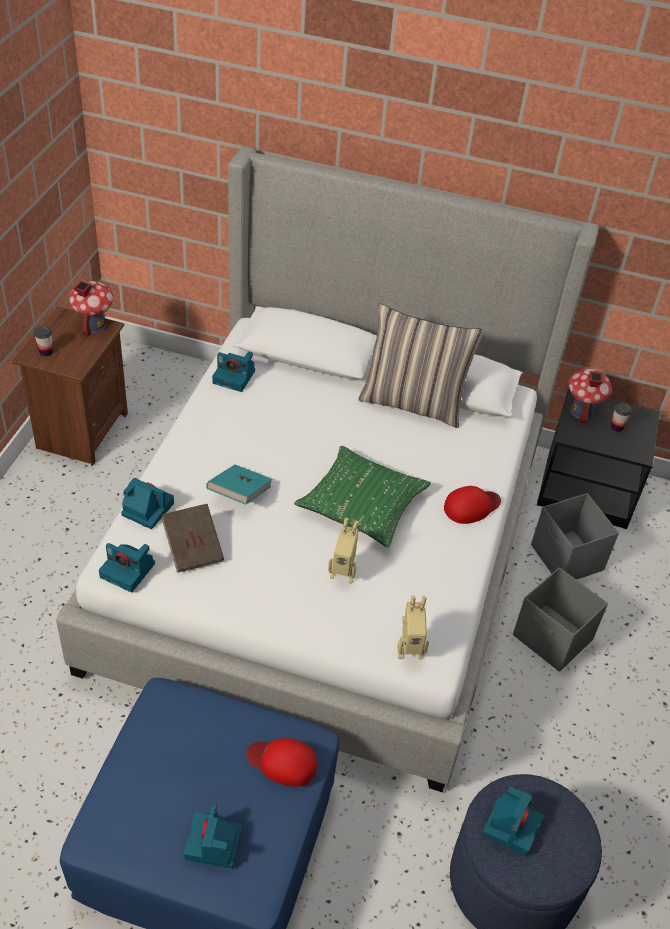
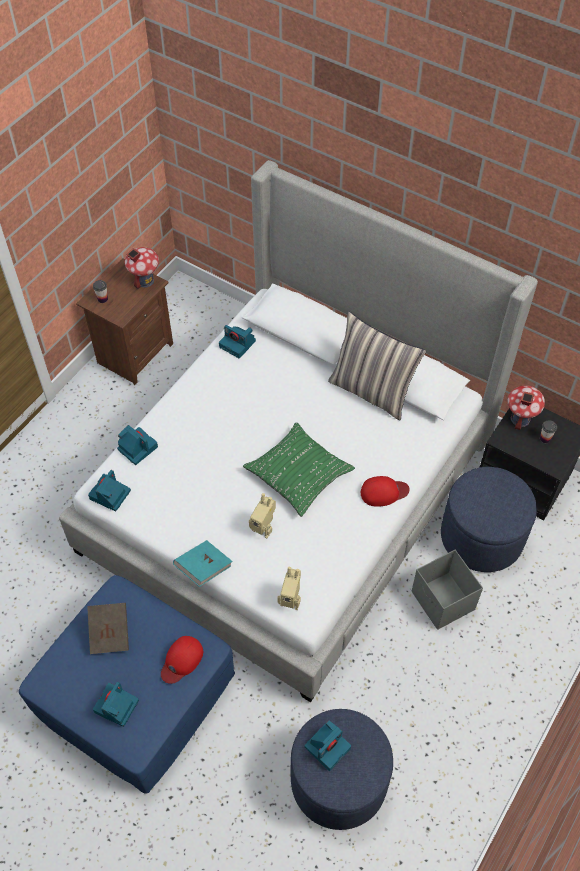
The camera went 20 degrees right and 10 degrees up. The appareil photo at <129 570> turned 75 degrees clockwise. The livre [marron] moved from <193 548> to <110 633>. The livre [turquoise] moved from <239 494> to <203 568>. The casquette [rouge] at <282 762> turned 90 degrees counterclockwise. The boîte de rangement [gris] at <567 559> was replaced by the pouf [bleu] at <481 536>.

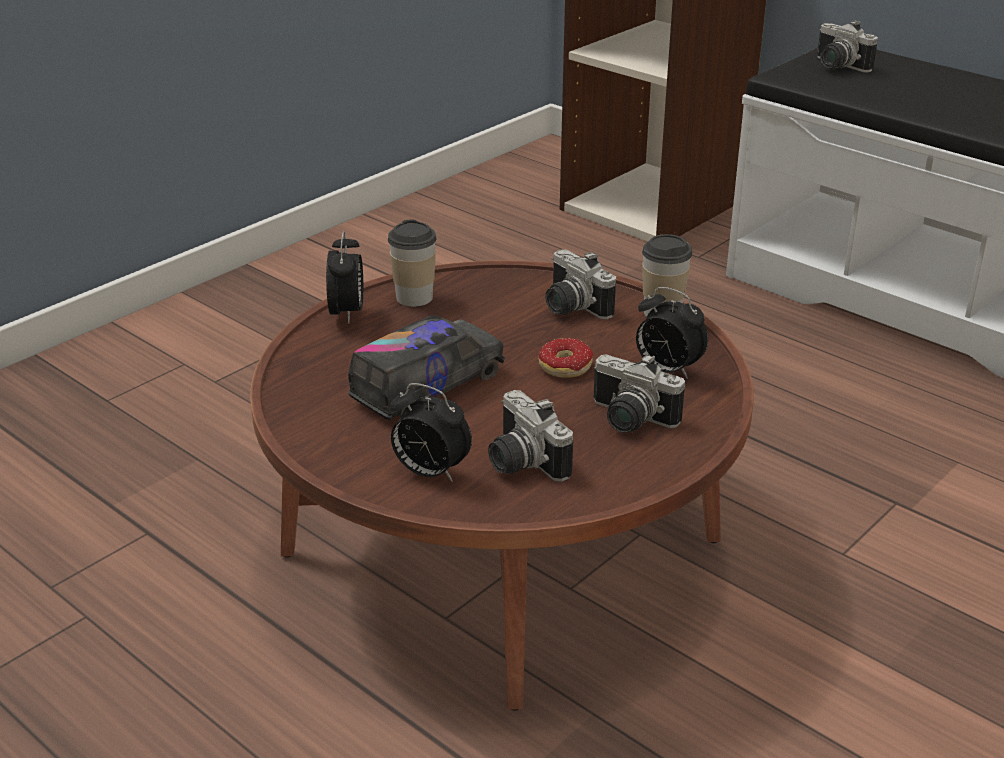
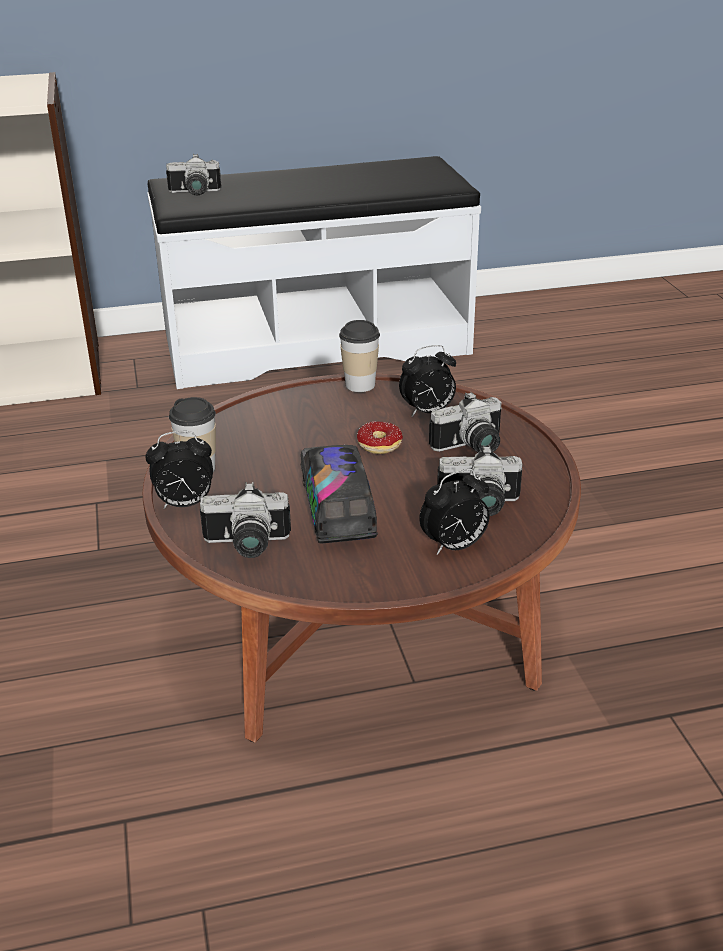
The camera went 55 degrees left and 0 degrees up. The réveil at <347 313> turned 135 degrees clockwise. The appareil photo moved from <570 307> to <246 546>.

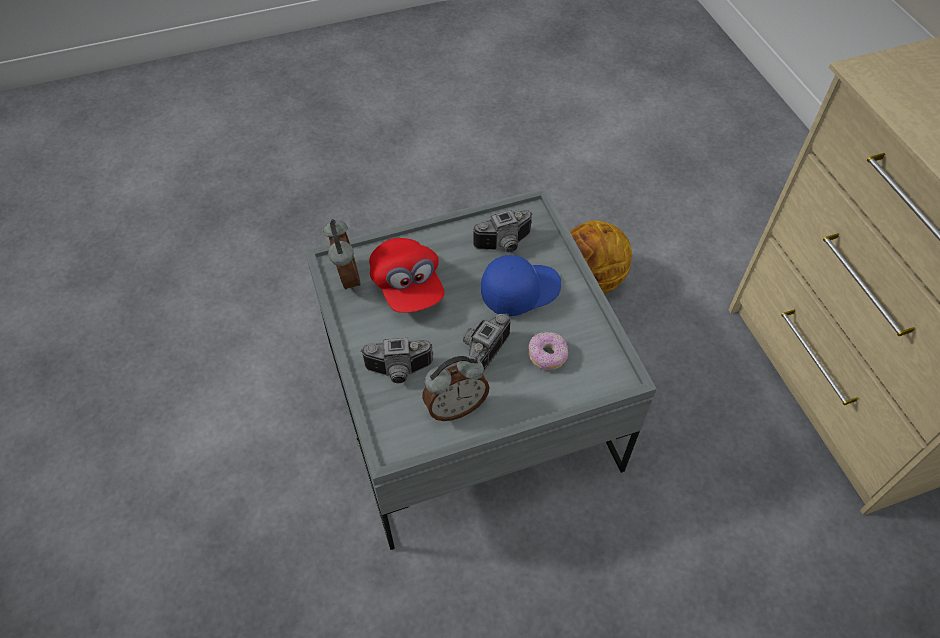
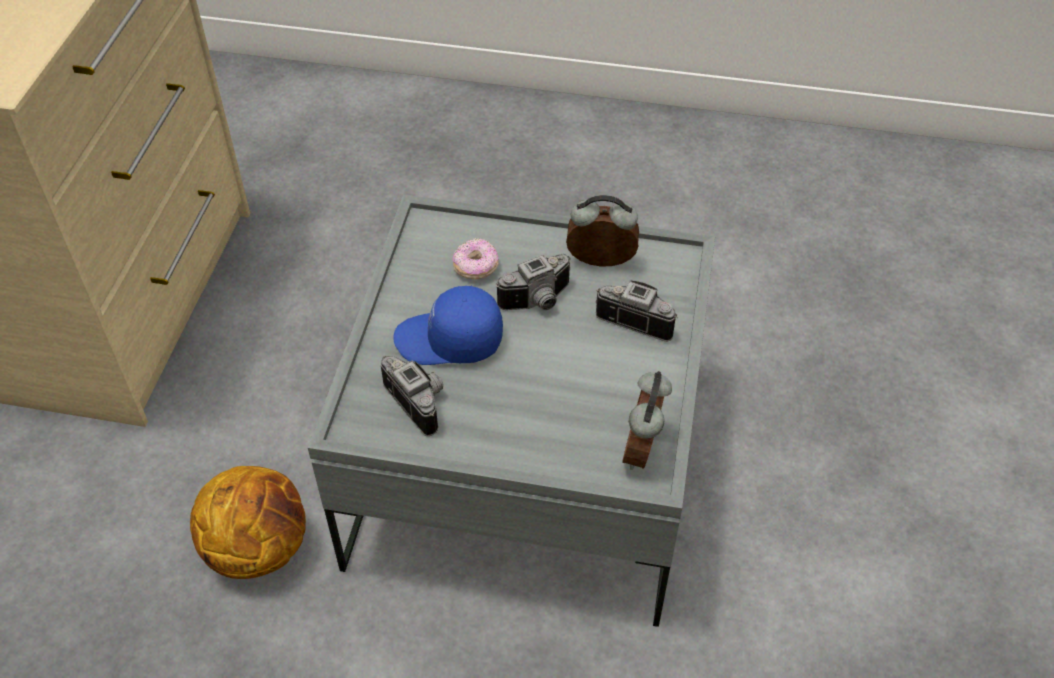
The camera went 150 degrees left and 5 degrees down. The casquette [rouge] at <407 287> disappeared. The appareil photo at <505 245> turned 45 degrees clockwise.

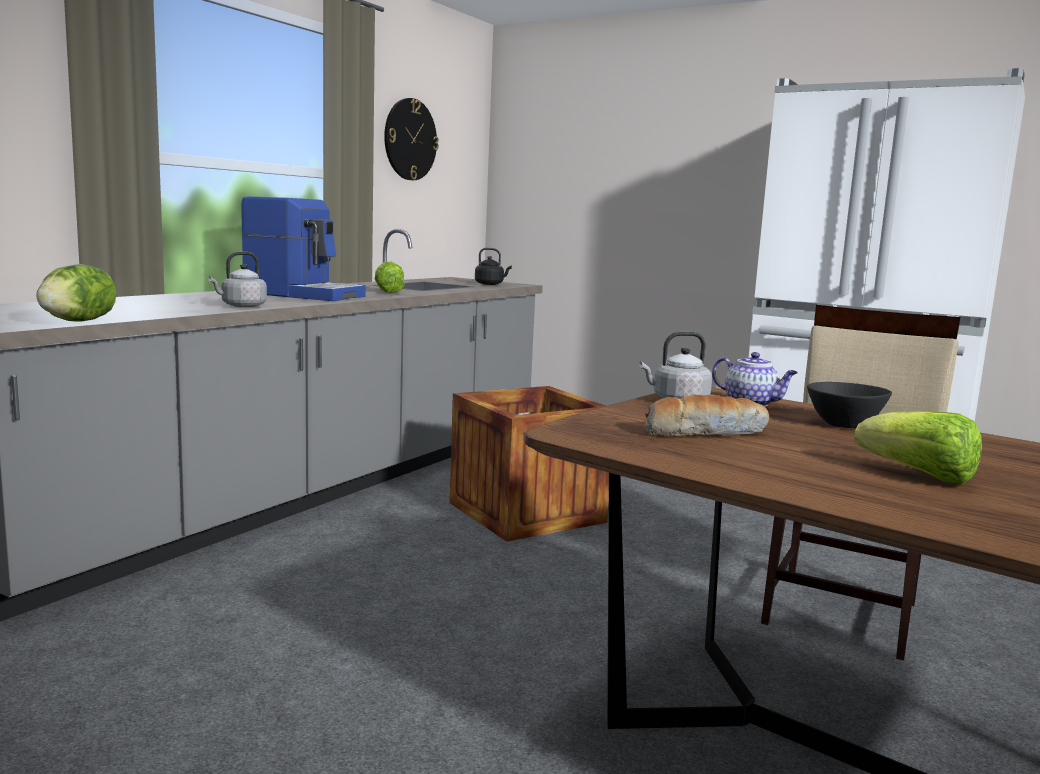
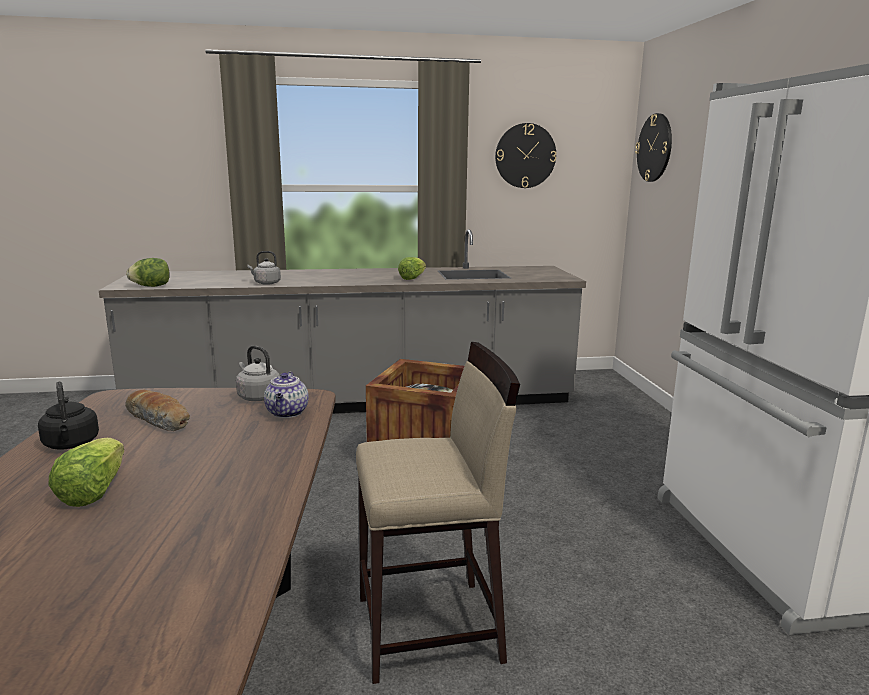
The camera went 50 degrees right and 5 degrees up. The machine à café at <304 294> disappeared. The bouilloire [noir] moved from <490 284> to <71 444>. The bol [noir] at <843 424> disappeared. The horloge murale at <654 148> appeared.

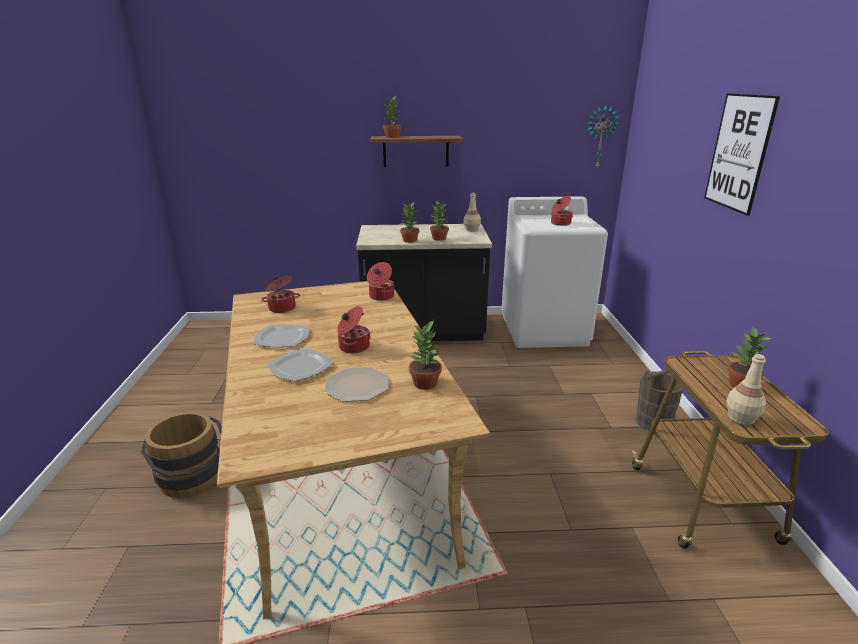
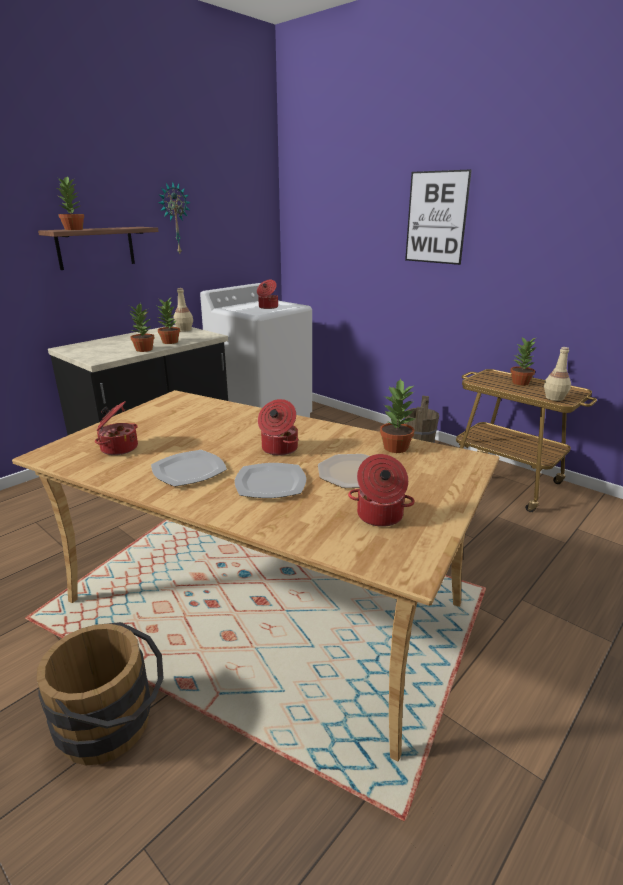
The camera went 45 degrees left and 0 degrees up. The marmite moved from <381 296> to <379 516>. The horloge murale moved from <600 137> to <174 219>.

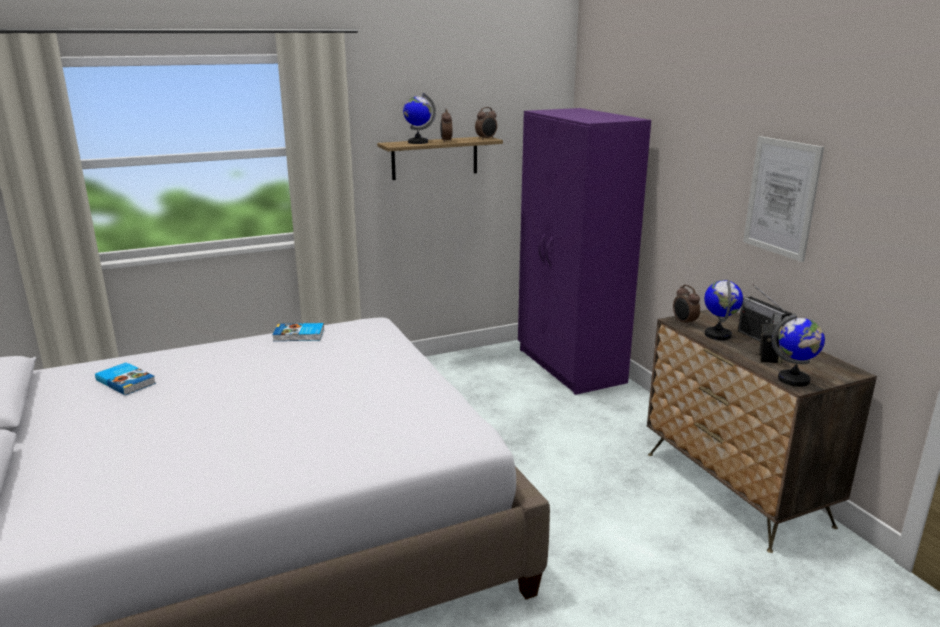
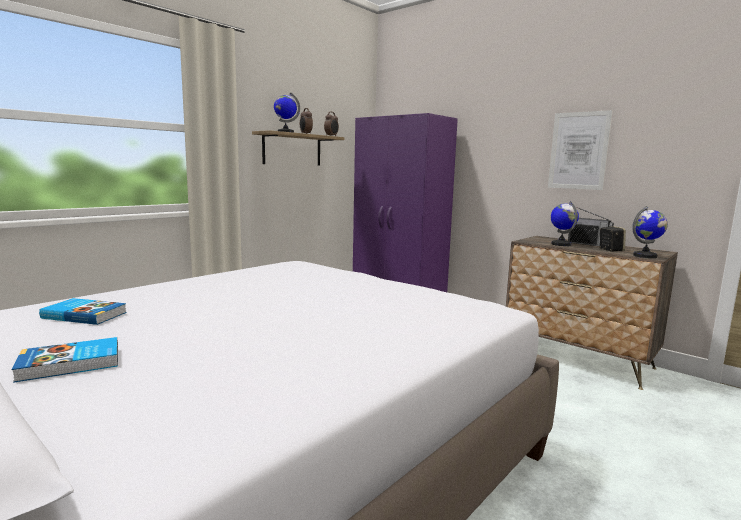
The camera went 25 degrees left and 10 degrees down. The livre moved from <299 335> to <71 364>. The réveil at <684 323> disappeared.

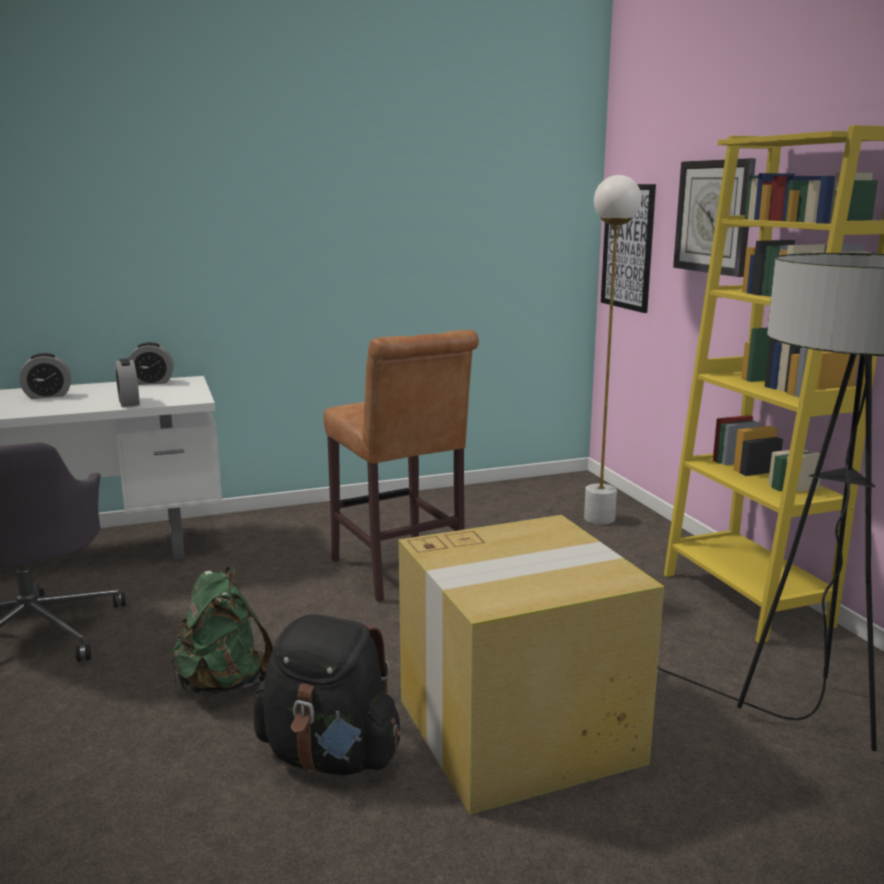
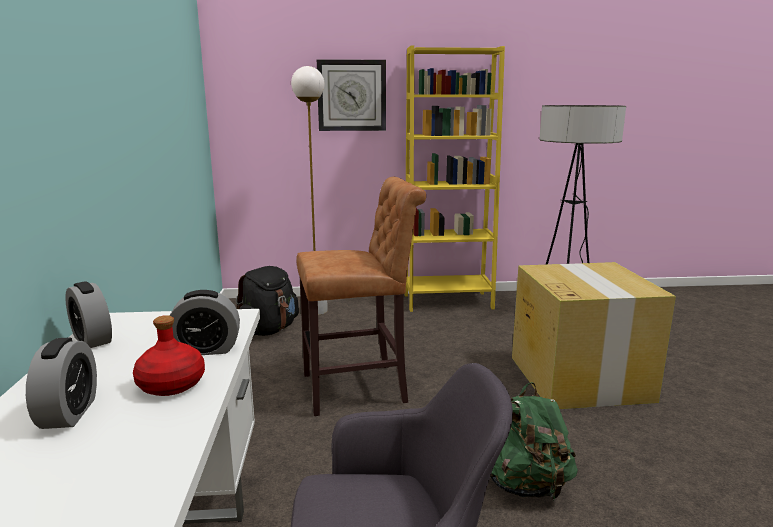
The camera went 75 degrees left and 0 degrees up. The réveil at <152 382> turned 135 degrees clockwise. The sac à dos [noir] moved from <330 756> to <269 330>. The tableau at <628 247> disappeared. The bouteille [rouge] at <172 384> appeared.

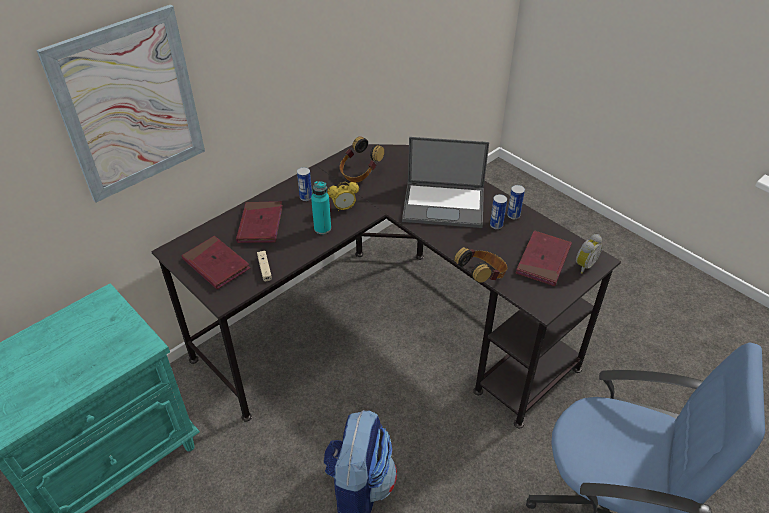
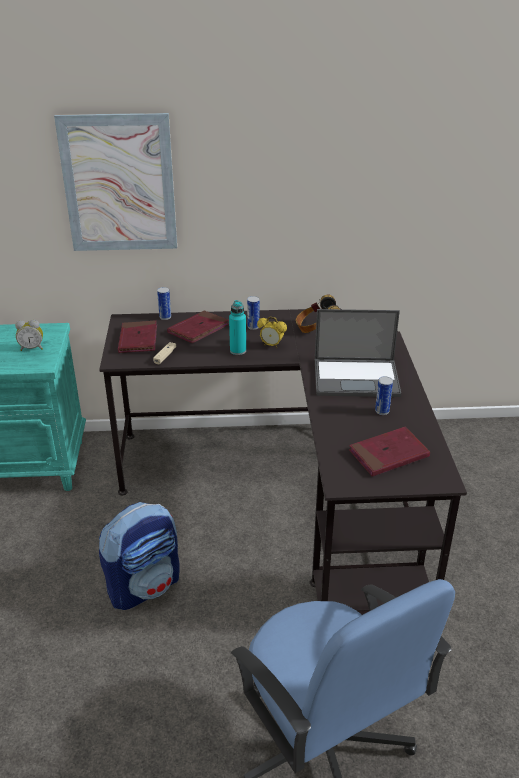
The camera went 40 degrees right and 10 degrees down. The ordinateur portable at <445 204> turned 45 degrees counterclockwise. The casque audio at <481 277> disappeared. The boîte métallique moved from <513 215> to <165 317>. The réveil moved from <583 265> to <32 348>.

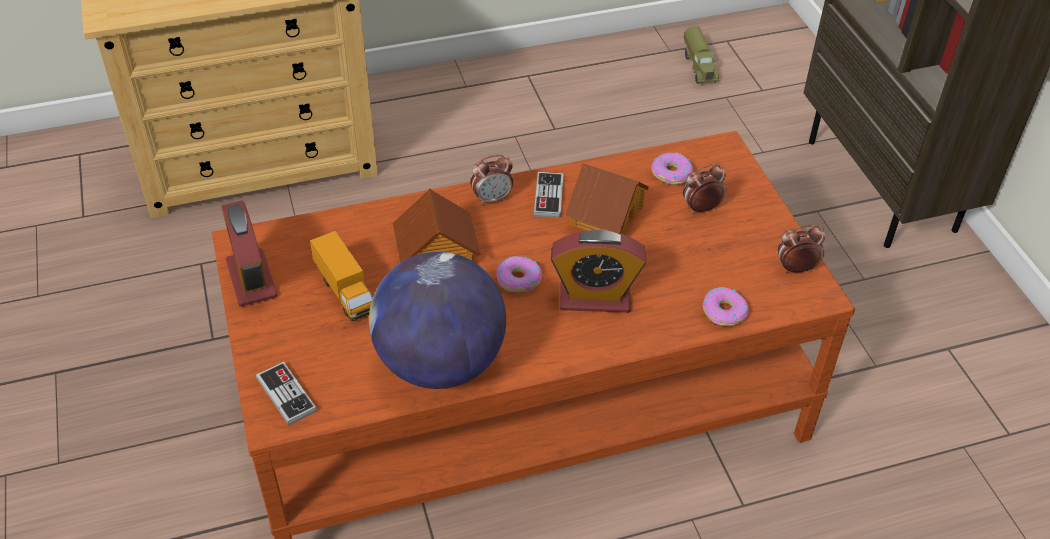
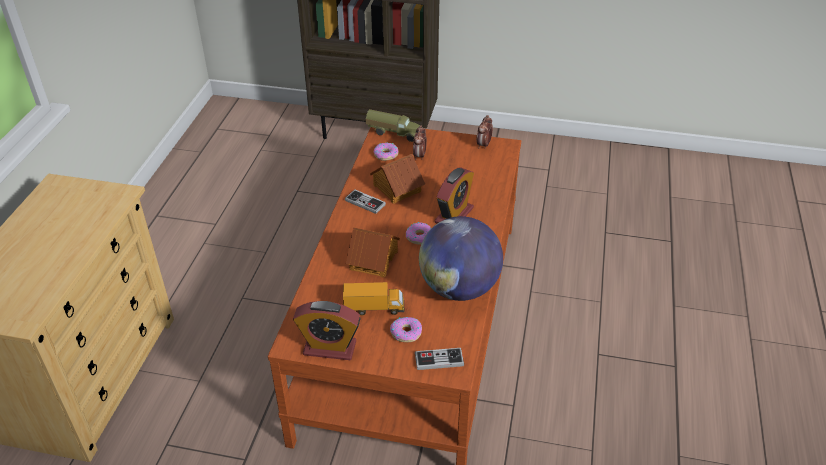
The camera went 60 degrees left and 5 degrees down. The réveil at <492 199> disappeared. The camion jouet moved from <699 66> to <394 133>. The beignet moved from <724 311> to <406 332>.

